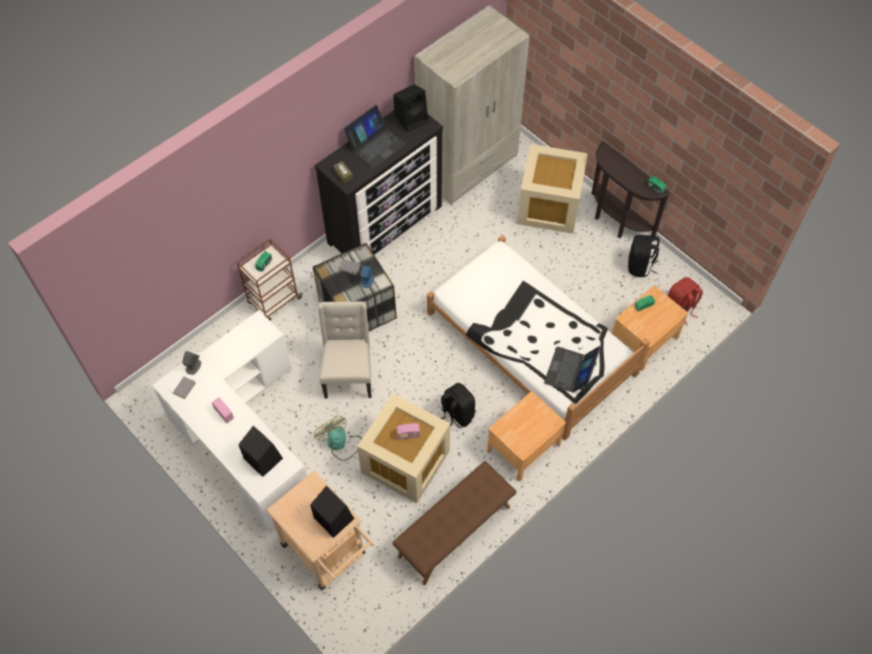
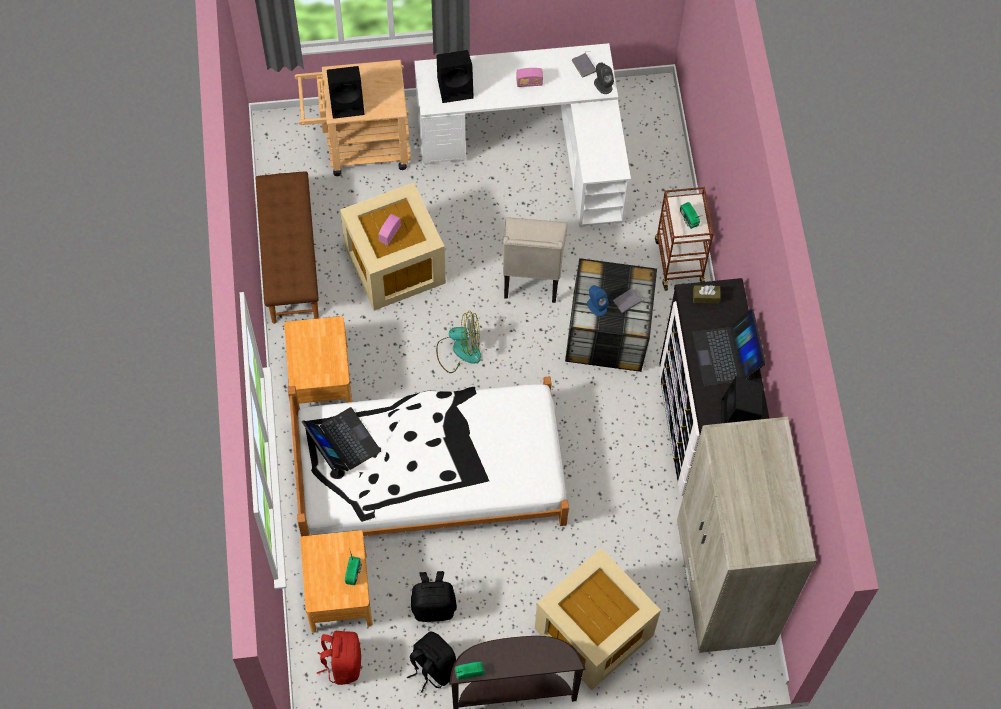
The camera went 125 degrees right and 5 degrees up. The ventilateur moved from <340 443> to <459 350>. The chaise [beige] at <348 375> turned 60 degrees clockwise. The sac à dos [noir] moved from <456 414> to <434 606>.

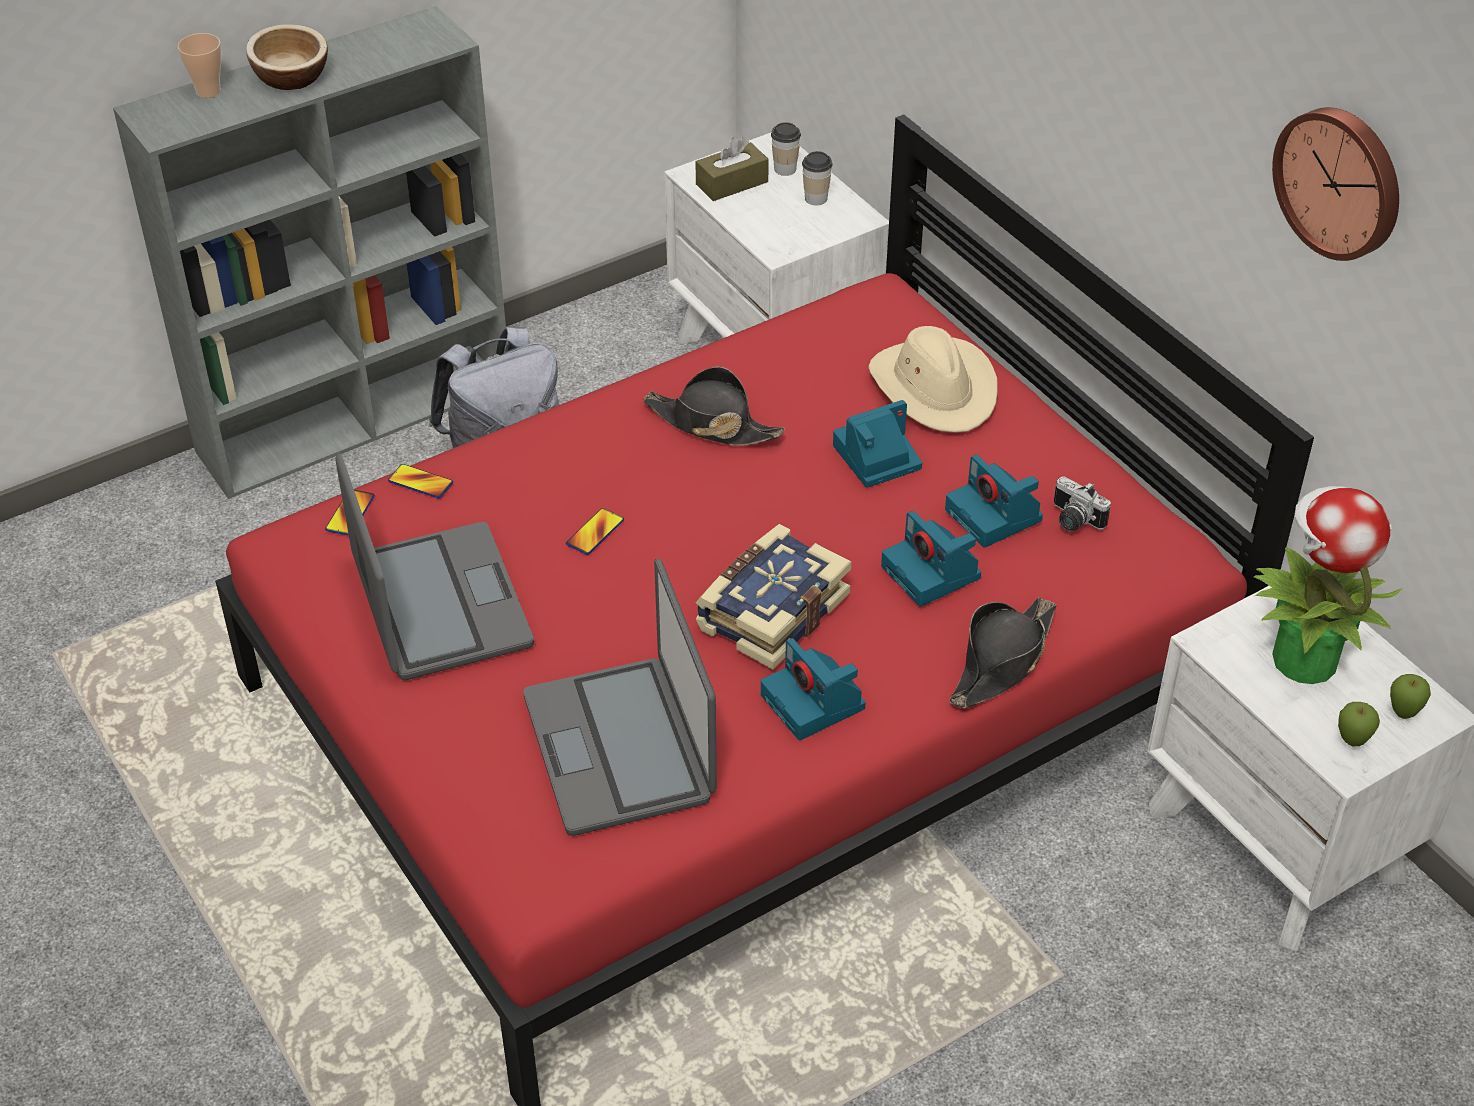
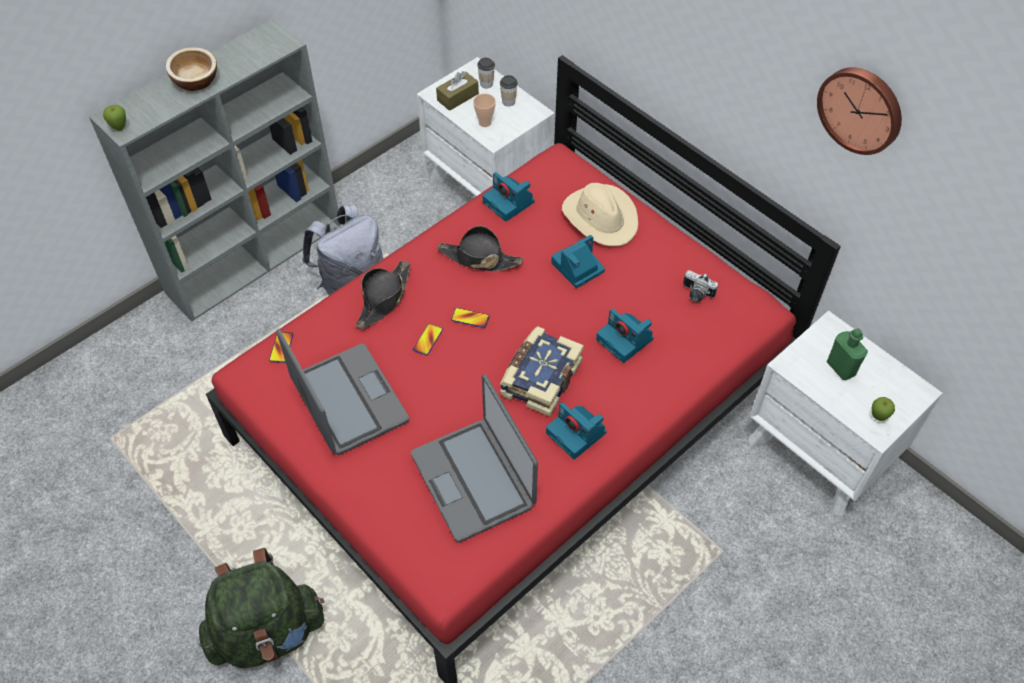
The camera went 10 degrees left and 10 degrees up. The tasse moved from <208 91> to <485 122>. The téléphone moved from <420 482> to <470 318>. The appareil photo moved from <995 516> to <509 202>. The chapeau [noir] moved from <1002 661> to <384 299>. The plante en pot at <1302 658> was replaced by the bouteille [vert] at <841 368>. The pomme moved from <1403 714> to <119 128>. The sac à dos [vert] at <268 633> appeared.

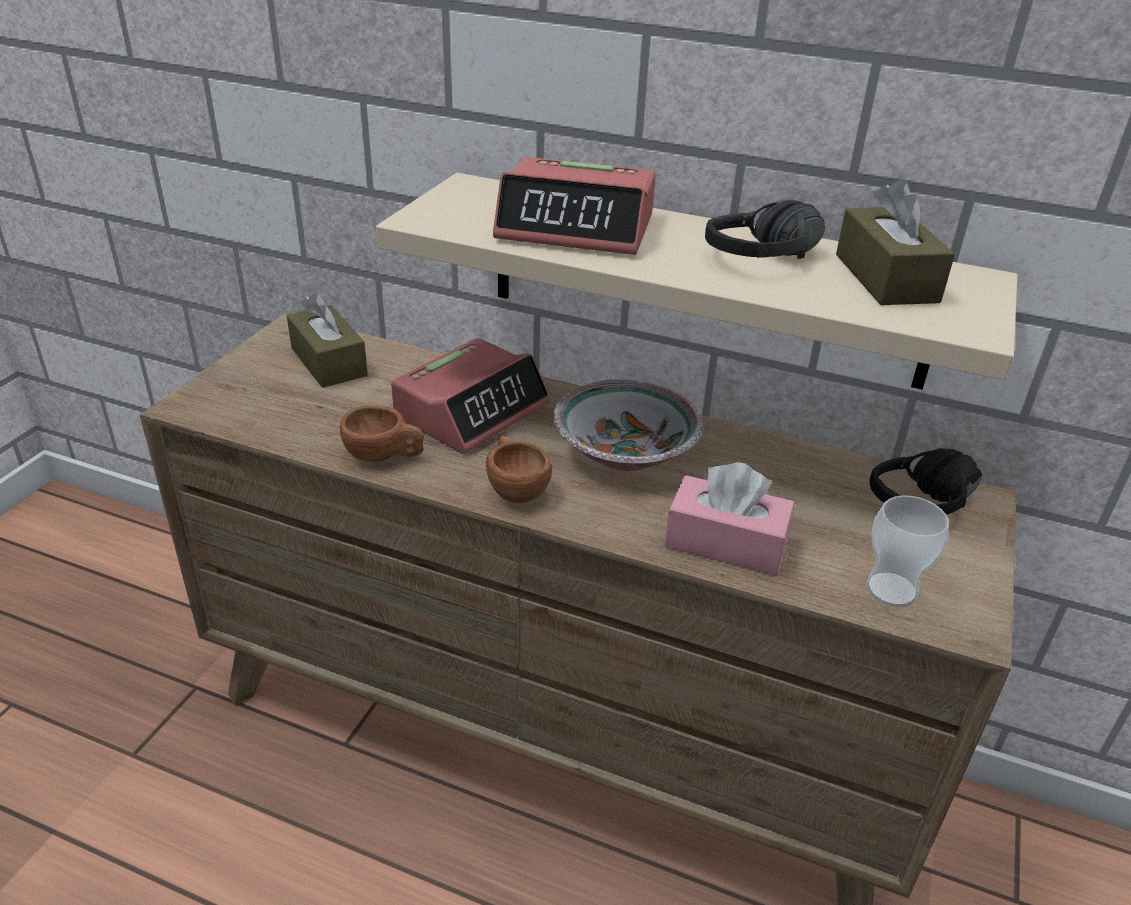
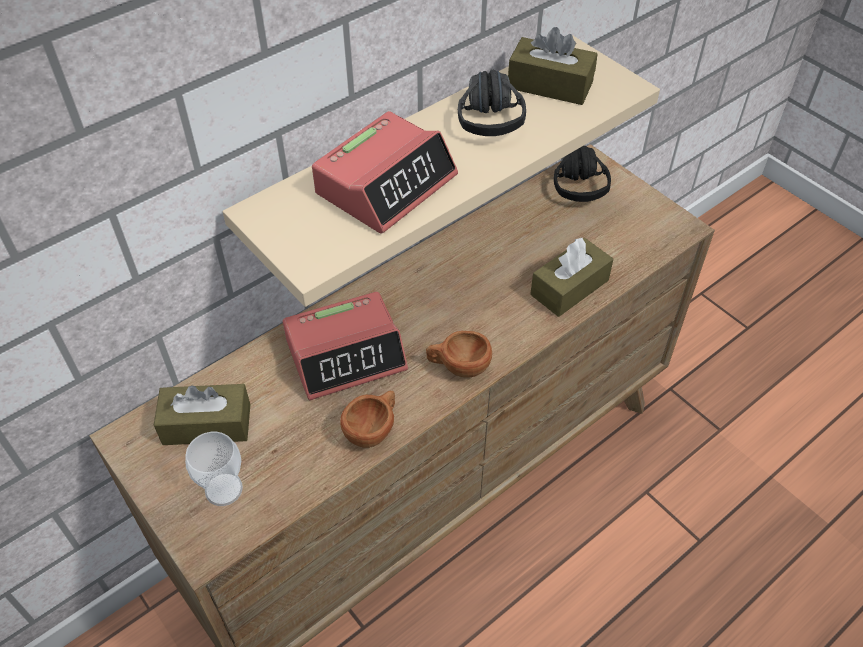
The camera went 60 degrees left and 15 degrees up. The réveil at <472 410> turned 90 degrees clockwise. The bol at <623 452> disappeared. The boîte à mouchoirs [rose] at <726 543> became the boîte à mouchoirs [marron] at <569 287>. The tasse moved from <891 590> to <224 489>.

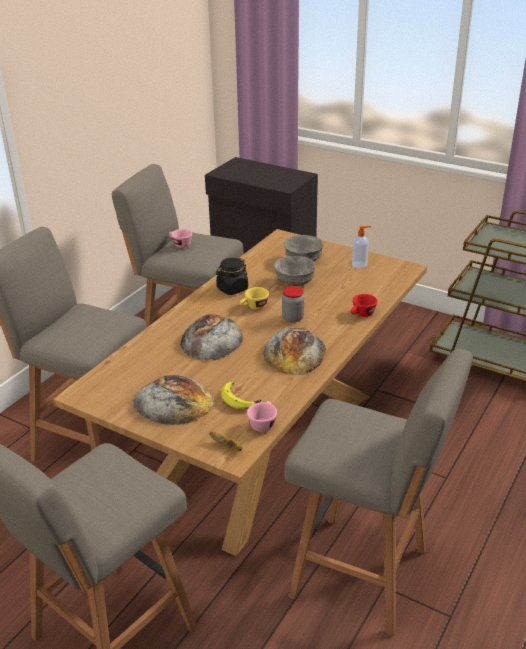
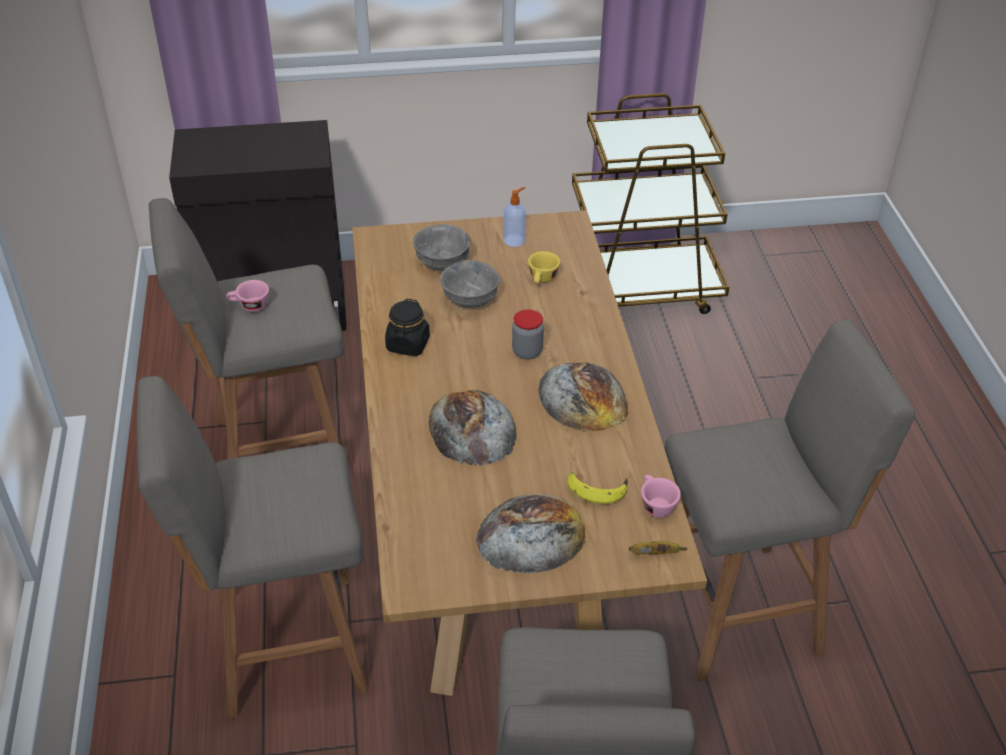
The camera went 40 degrees left and 10 degrees up. The tasse [jaune] moved from <254 307> to <542 280>. The tasse [rouge] at <362 315> disappeared.

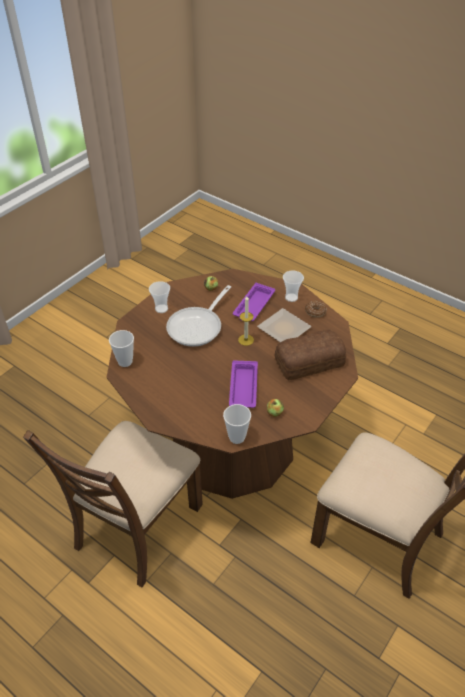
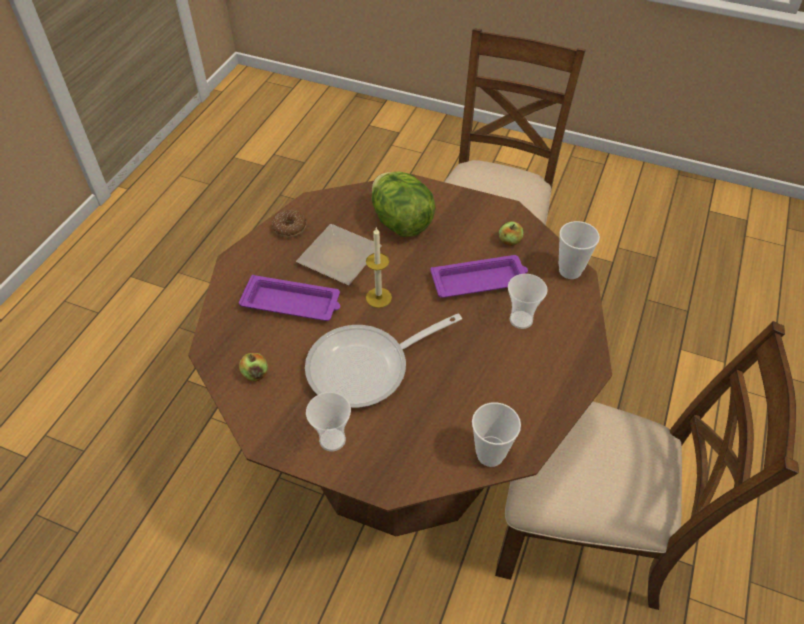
The camera went 105 degrees left and 5 degrees up. The poêle at <198 327> turned 135 degrees clockwise. The pain at <307 361> was replaced by the laitue at <401 222>. The tasse moved from <291 297> to <521 320>.

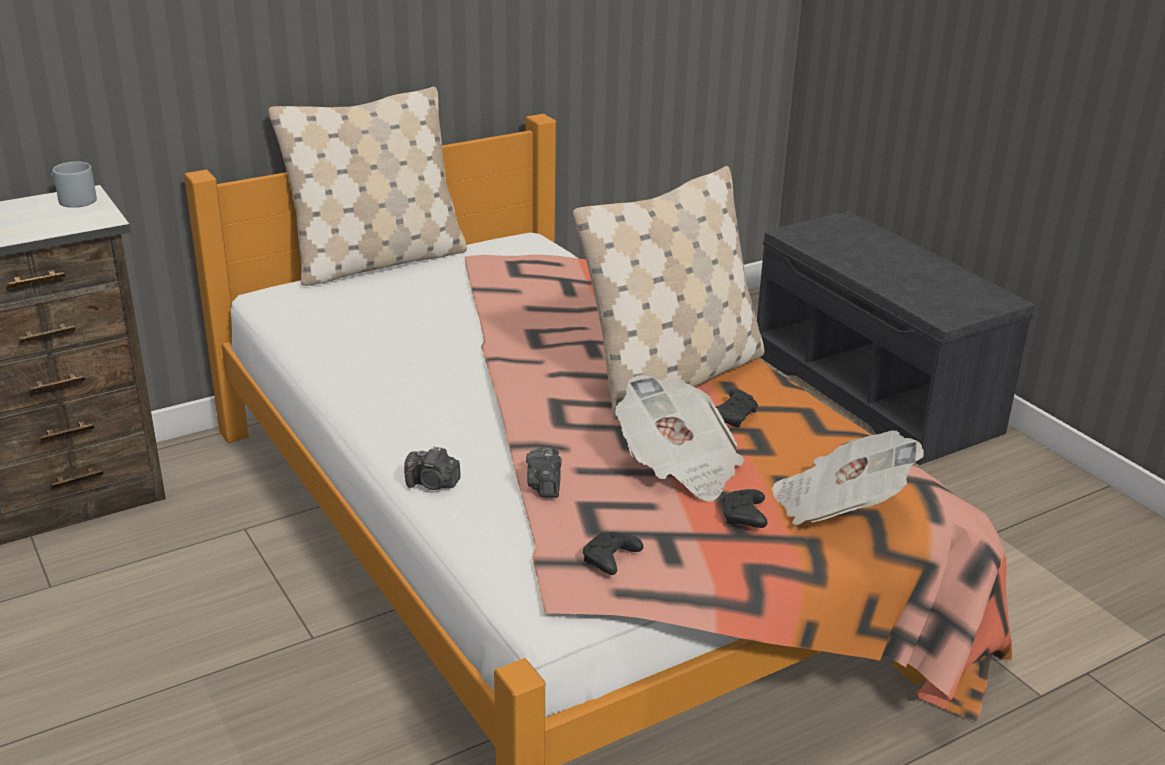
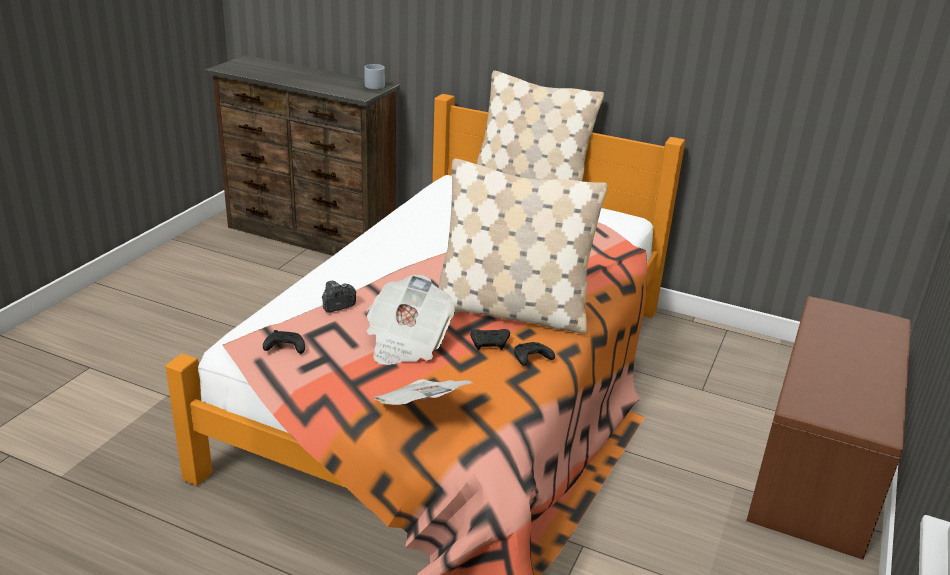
The camera went 55 degrees right and 0 degrees up. The appareil photo at <433 484> disappeared. The manette [noir] moved from <744 517> to <531 359>. The banc [gris] at <876 391> became the banc [marron] at <819 468>.

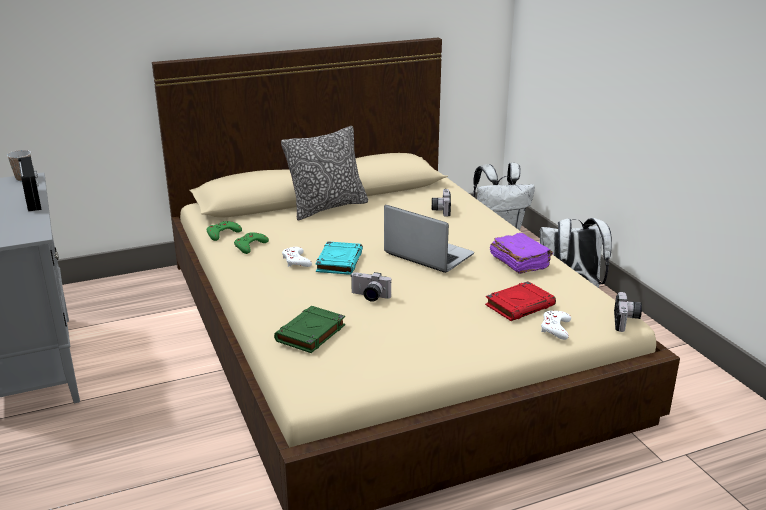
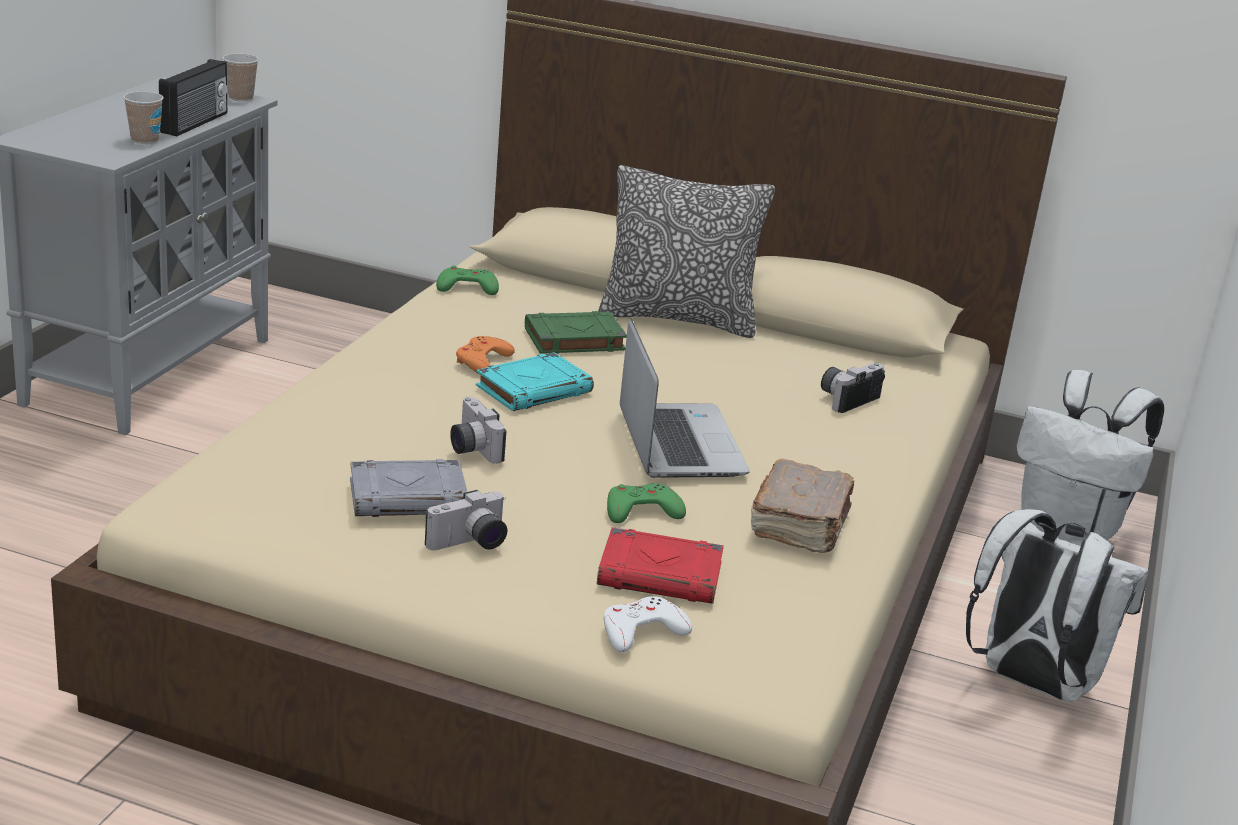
The camera went 40 degrees right and 0 degrees up. The manette [vert] moved from <250 246> to <642 511>. The livre [vert] moved from <310 334> to <573 340>. The manette [blanc] at <296 261> became the manette [orange] at <482 361>. The livre [violet] at <519 262> became the livre [marron] at <801 525>. The appareil photo moved from <626 321> to <470 544>. The tasse at <145 140> appeared. The livre [gris] at <409 497> appeared.

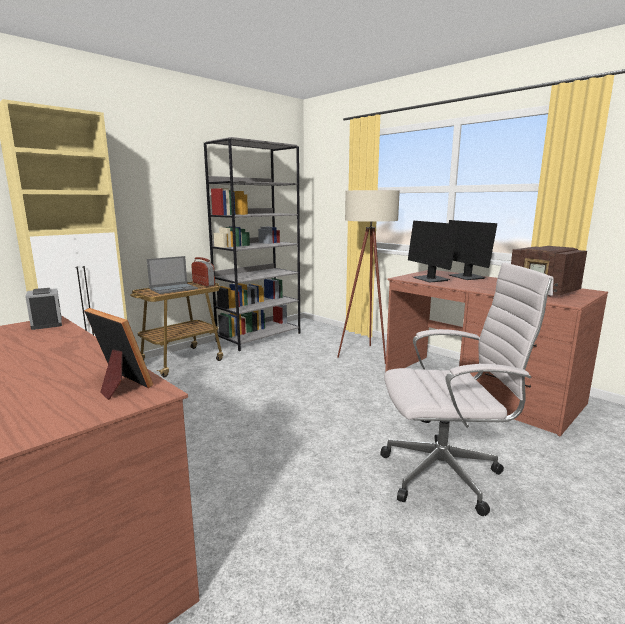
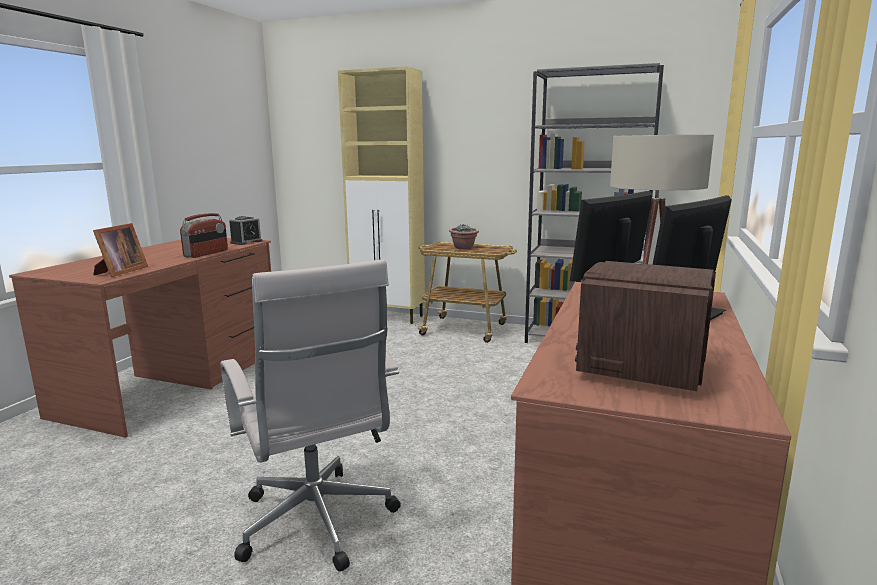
The camera went 65 degrees right and 0 degrees up. The ordinateur portable at <174 289> was replaced by the plante en pot at <464 248>. The radio moved from <204 284> to <206 253>.

